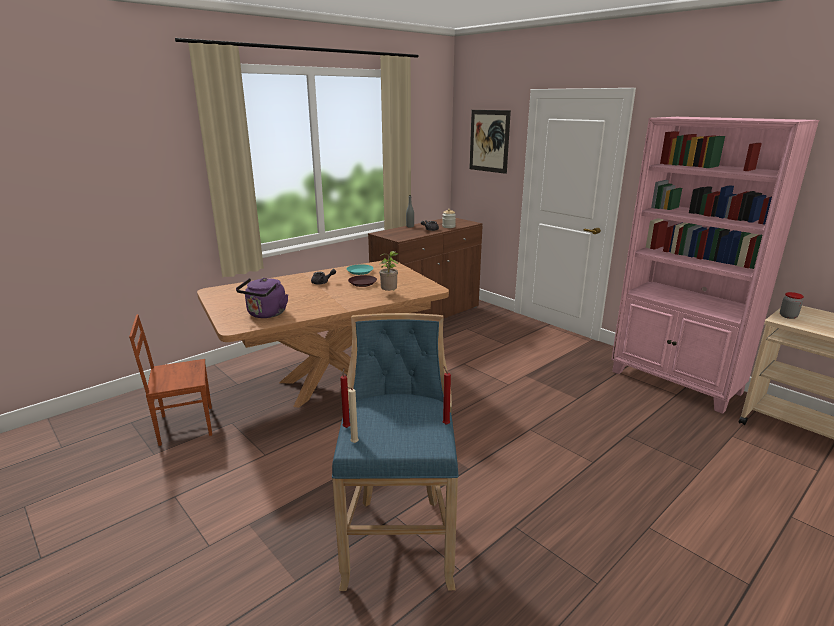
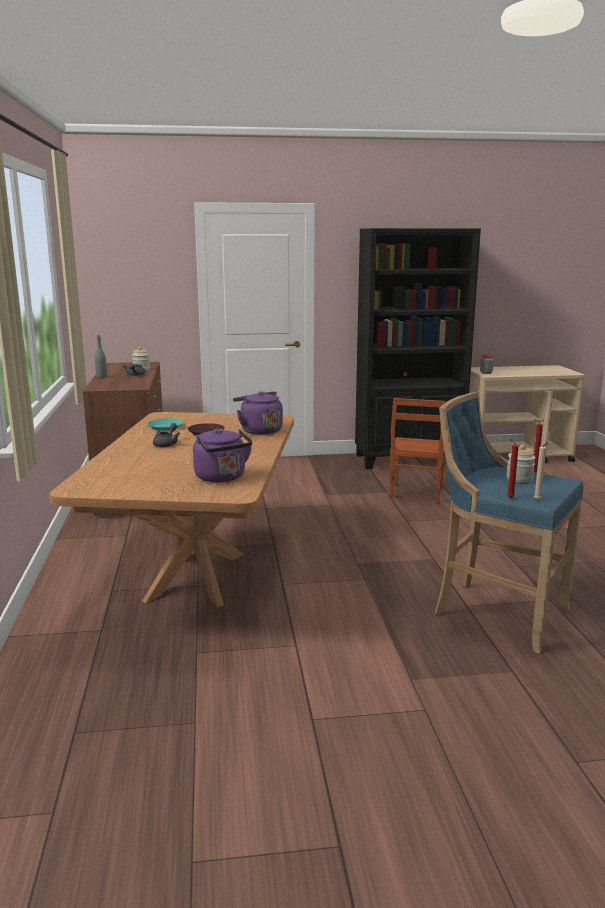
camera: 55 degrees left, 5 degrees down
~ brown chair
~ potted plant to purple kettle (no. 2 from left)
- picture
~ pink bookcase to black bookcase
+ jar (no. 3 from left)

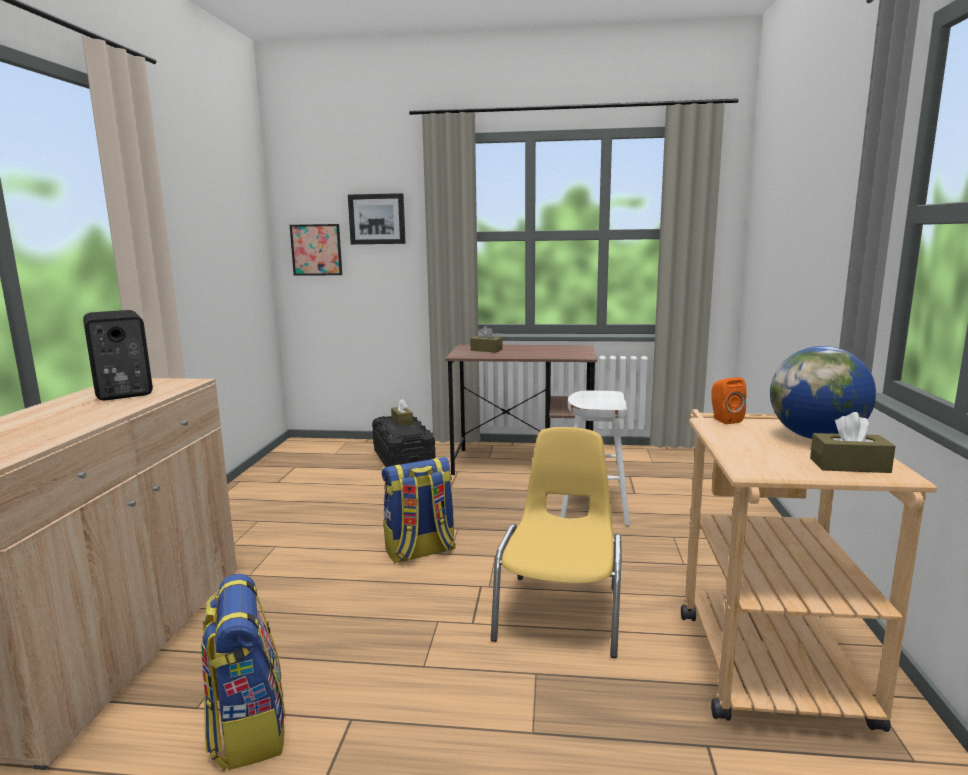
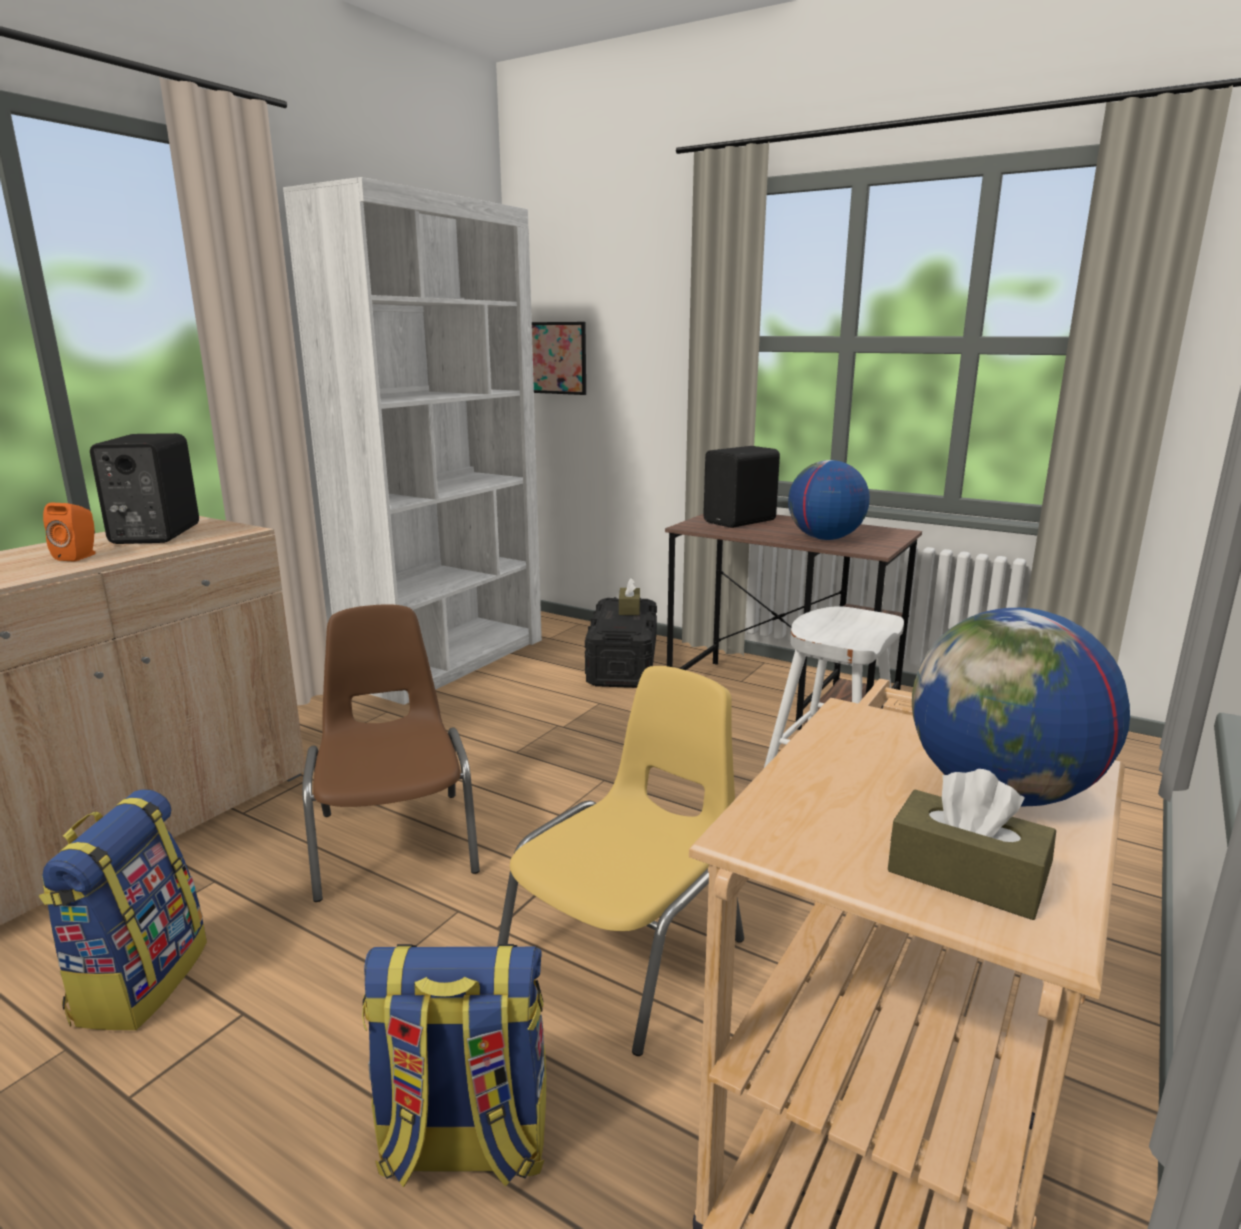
camera: 25 degrees right, 5 degrees up
- picture (no. 2 from left)
~ backpack (no. 2 from left)
~ brown tissue box (no. 2 from left) to black speaker (no. 2 from left)
~ orange speaker
+ white bookcase
+ brown chair
+ globe (no. 1 from left)

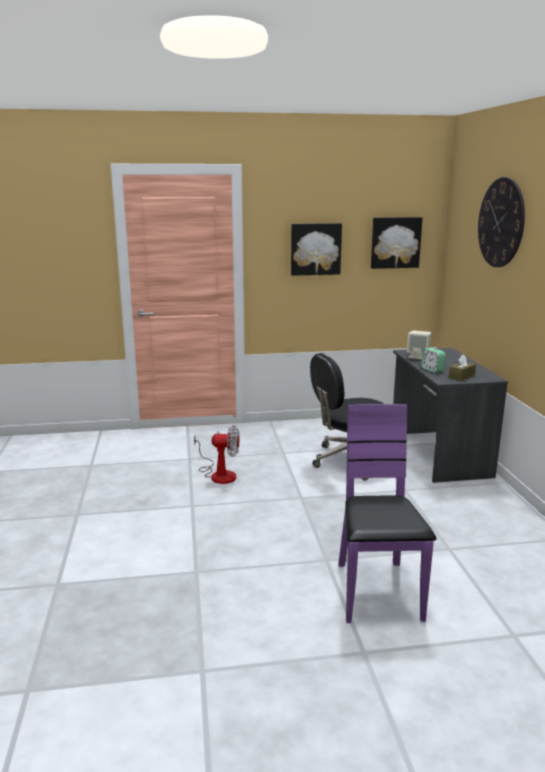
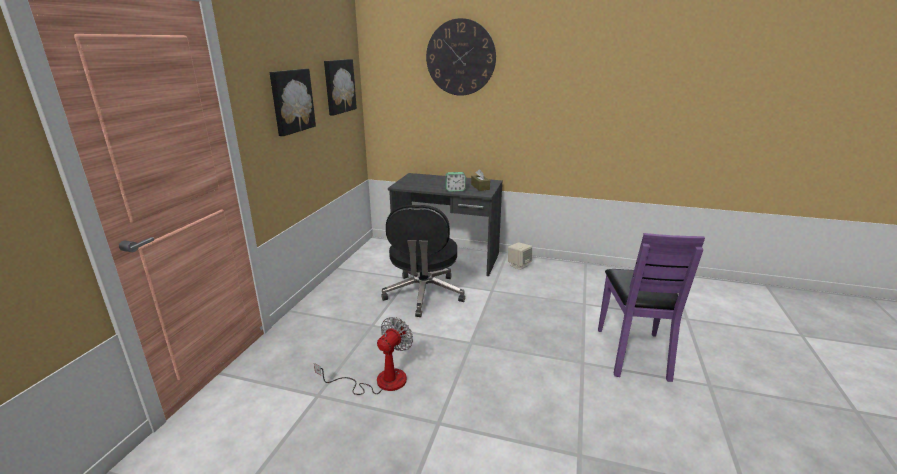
camera: 65 degrees left, 5 degrees up
~ purple chair 105 degrees counterclockwise
~ beige speaker

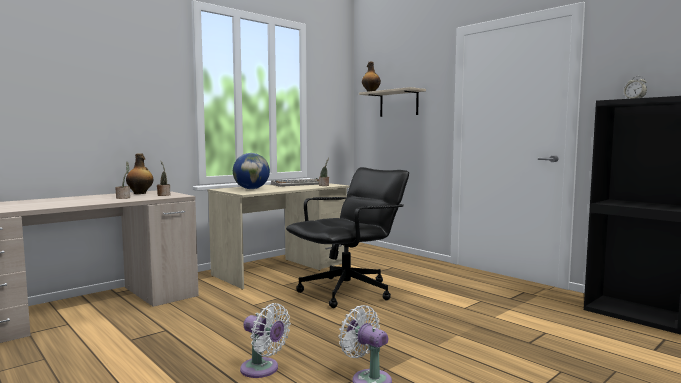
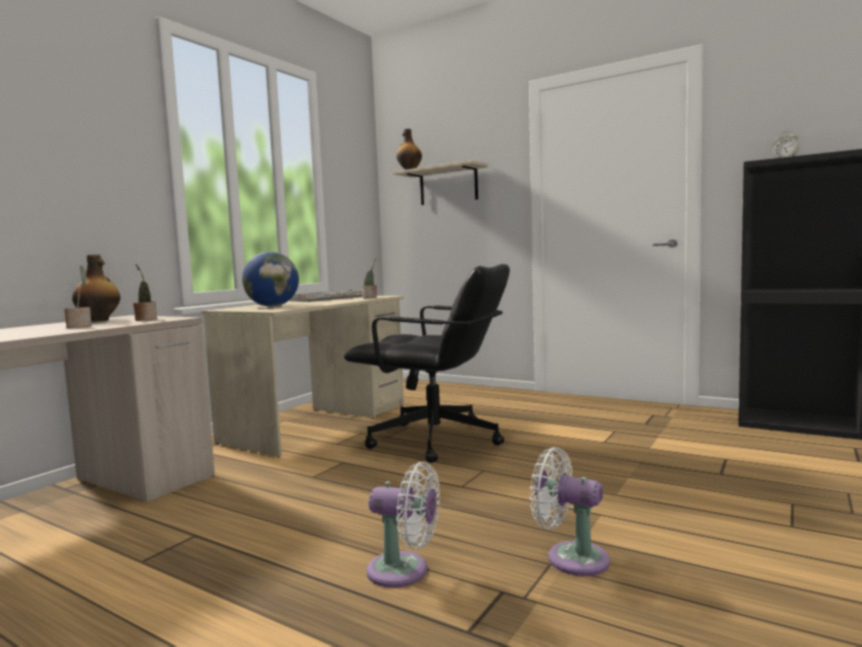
camera: 15 degrees left, 0 degrees up
~ black office chair 75 degrees clockwise

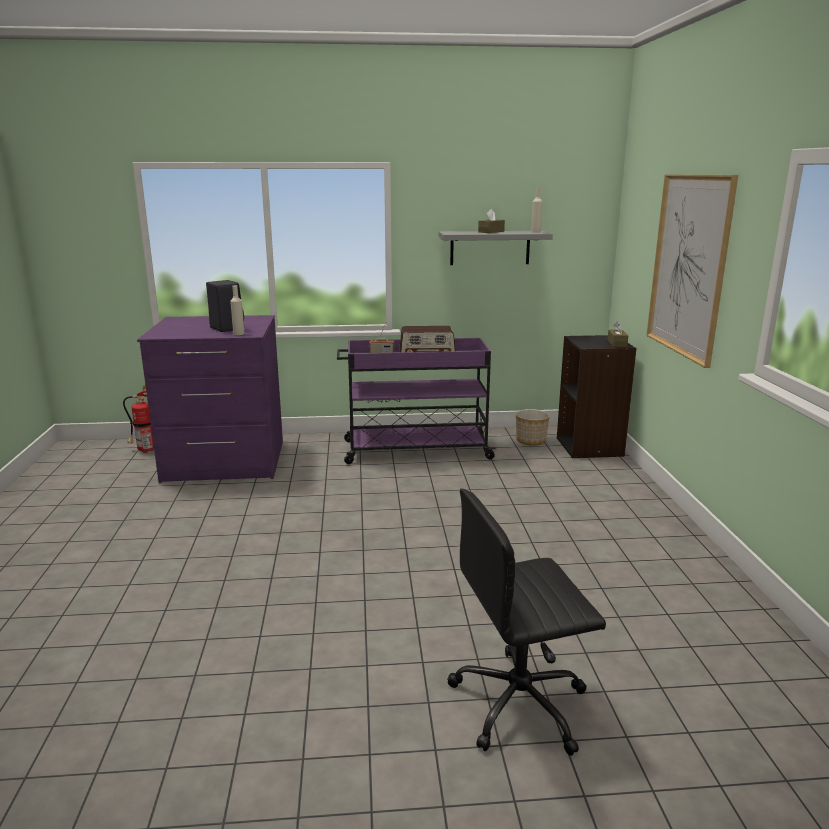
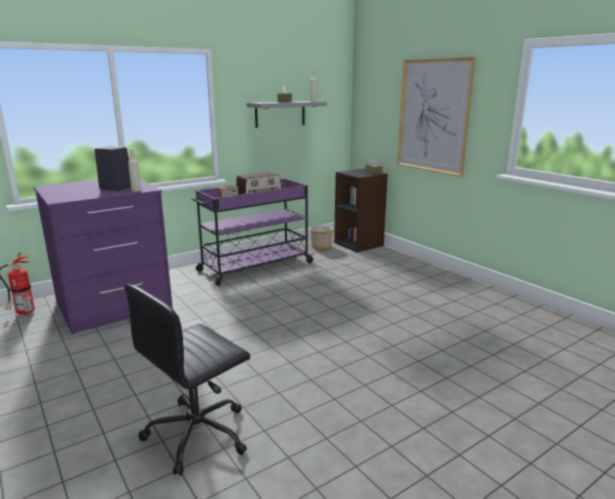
camera: 30 degrees left, 0 degrees up
~ black office chair

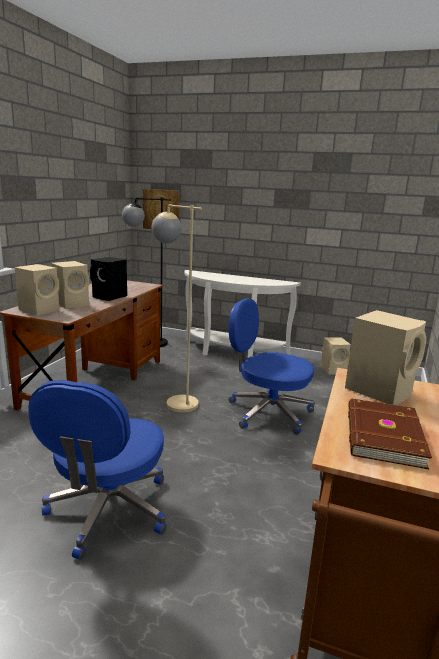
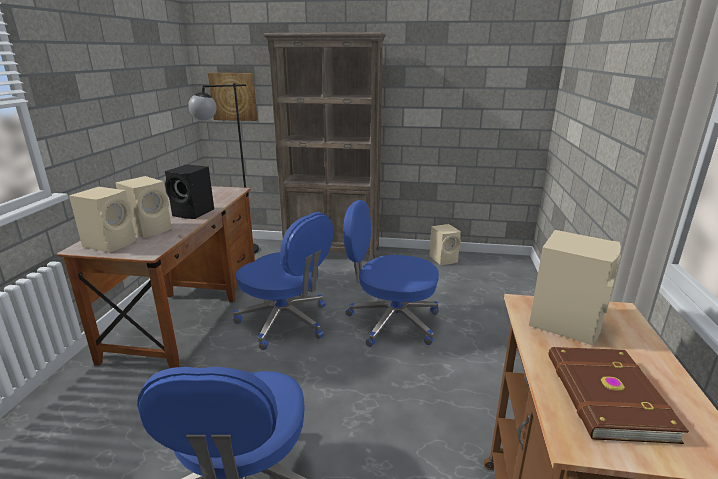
camera: 10 degrees left, 5 degrees up
~ beige floor lamp to blue office chair (no. 2 from left)
~ white console table to brown bookcase

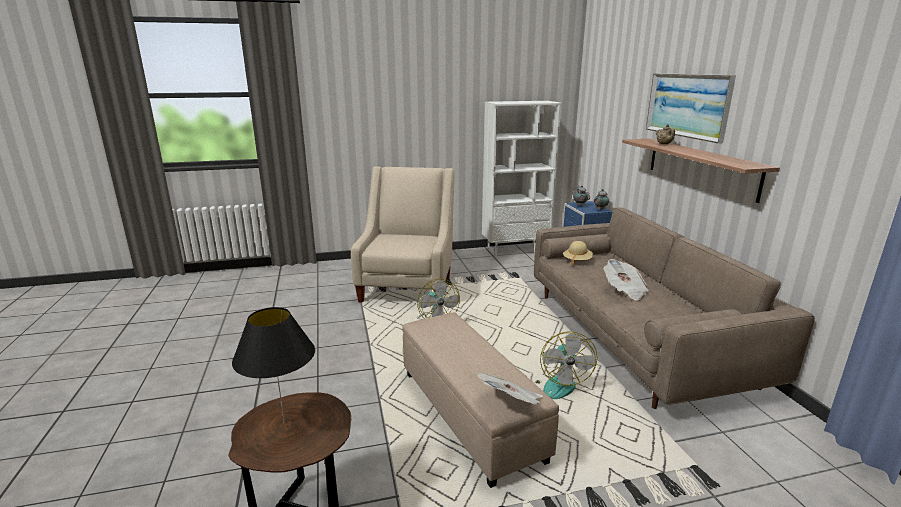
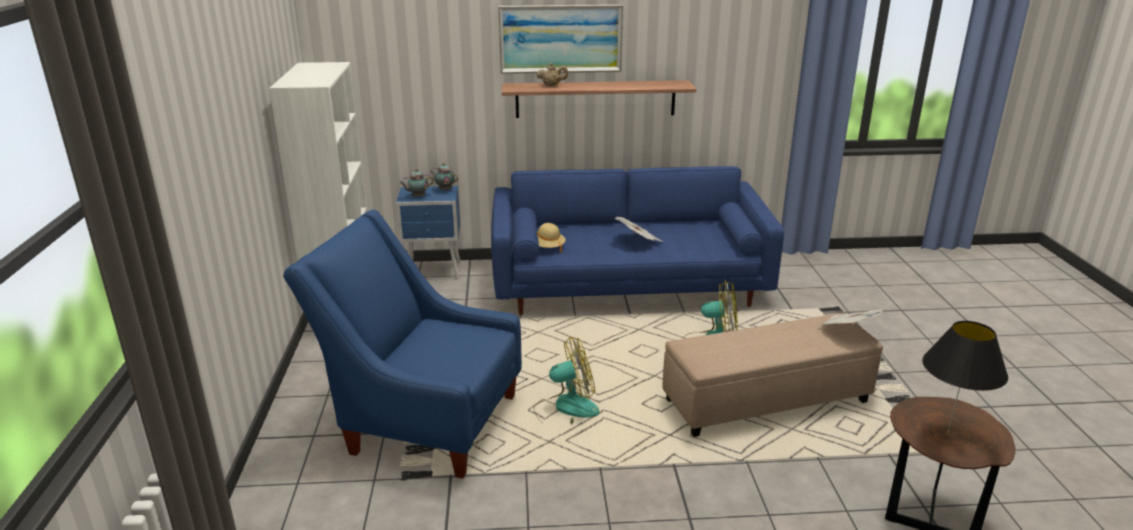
camera: 80 degrees left, 5 degrees up
~ beige armchair to blue armchair
~ beige sofa to blue sofa

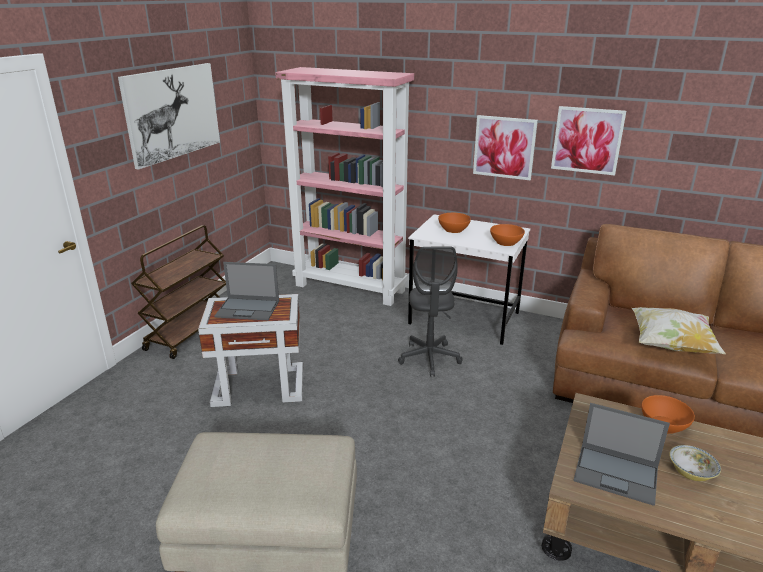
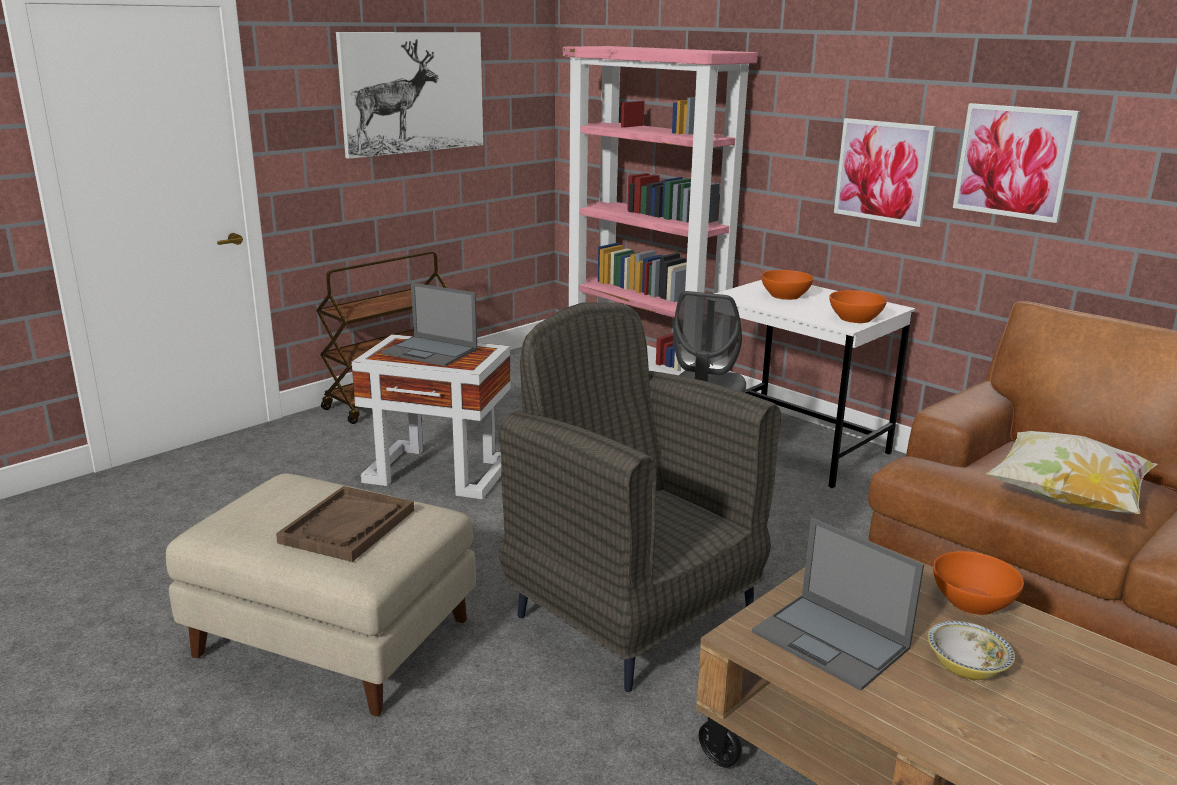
camera: 20 degrees right, 5 degrees down
+ brown tray
+ grey armchair

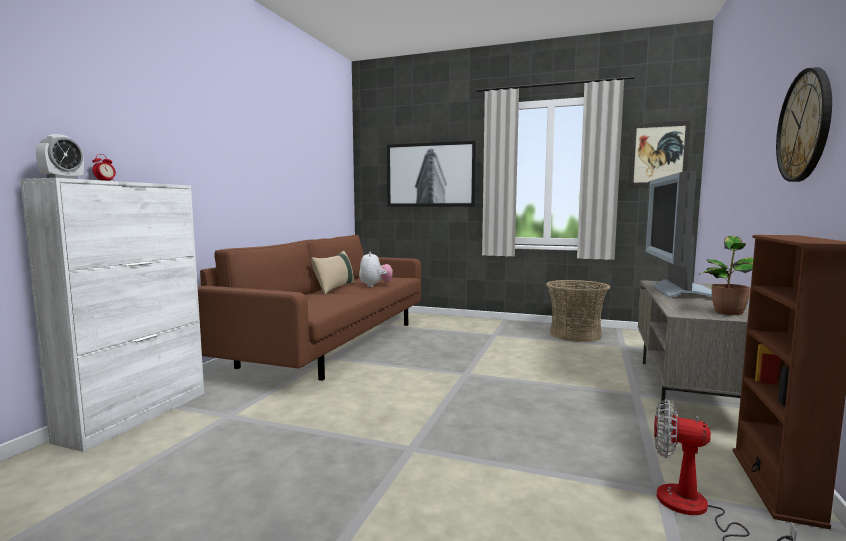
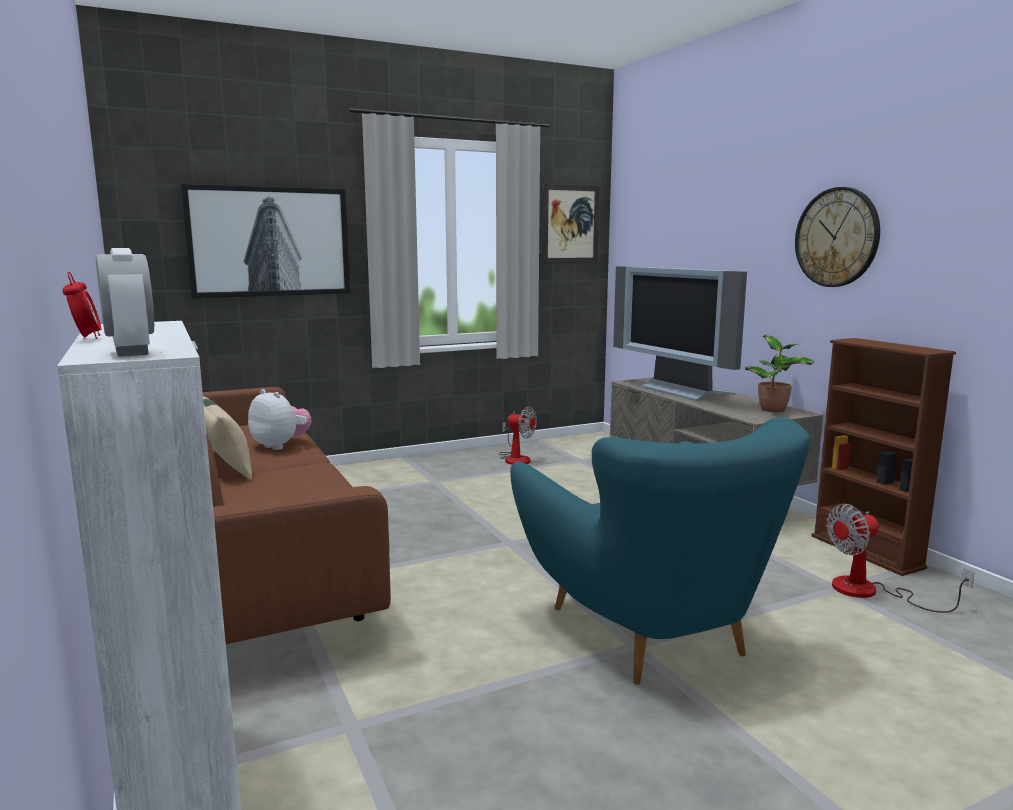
camera: 45 degrees left, 5 degrees up
~ basket to fan (no. 1 from left)
+ turquoise armchair

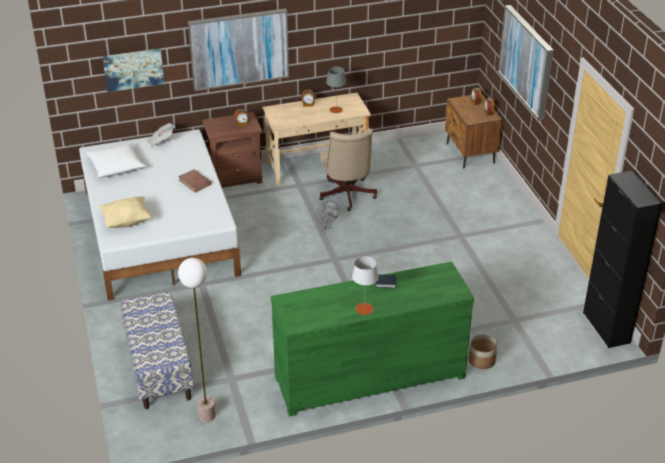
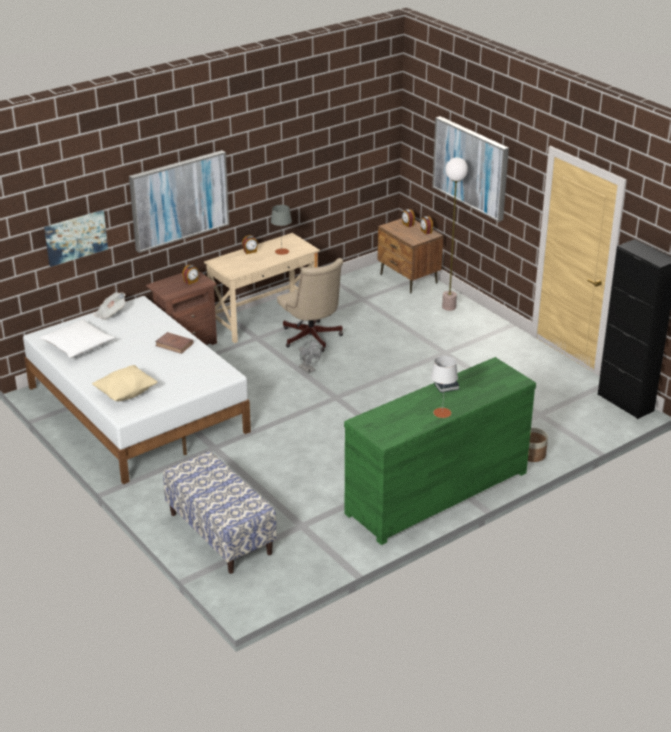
camera: 20 degrees left, 5 degrees down
~ floor lamp

